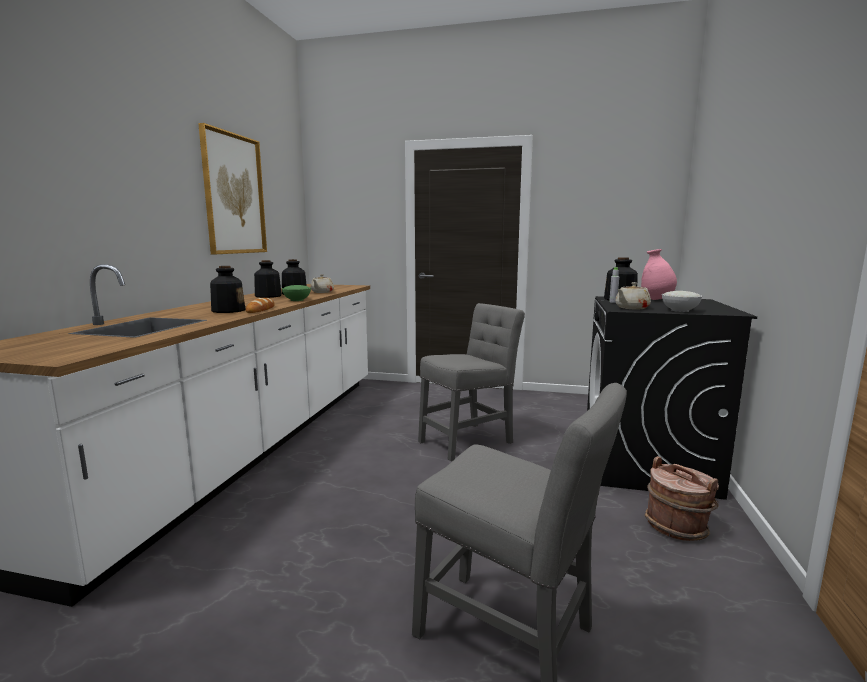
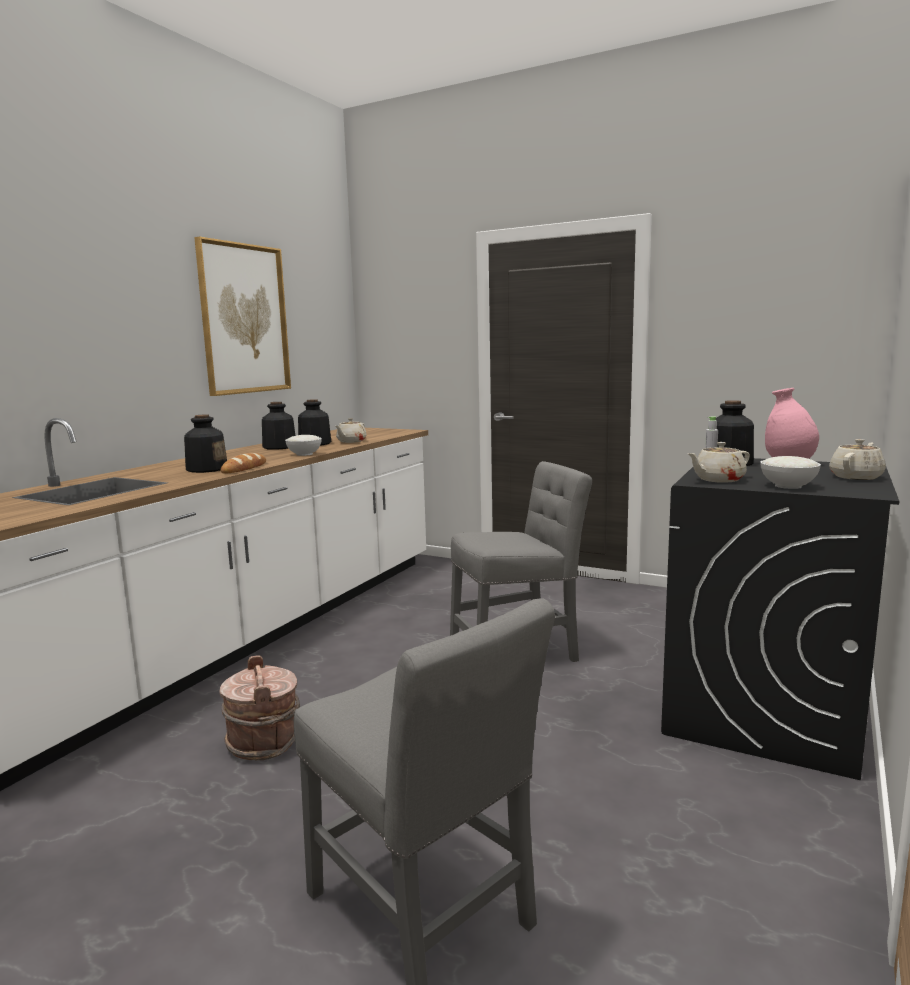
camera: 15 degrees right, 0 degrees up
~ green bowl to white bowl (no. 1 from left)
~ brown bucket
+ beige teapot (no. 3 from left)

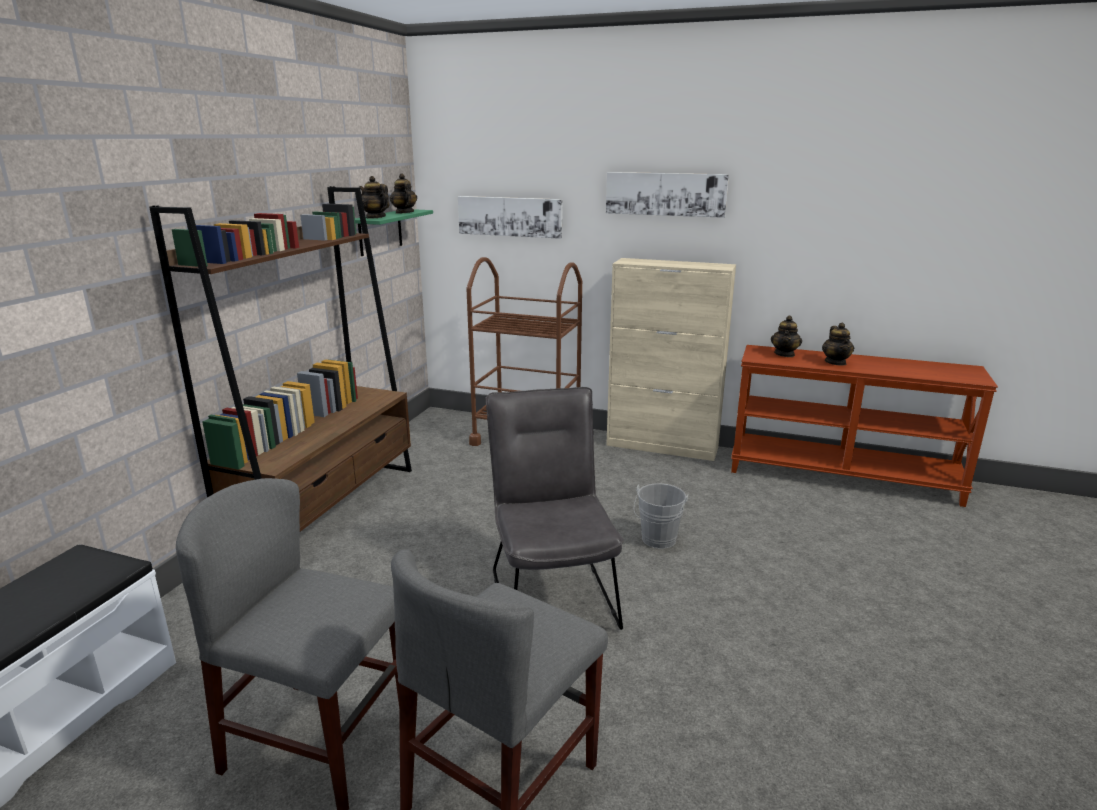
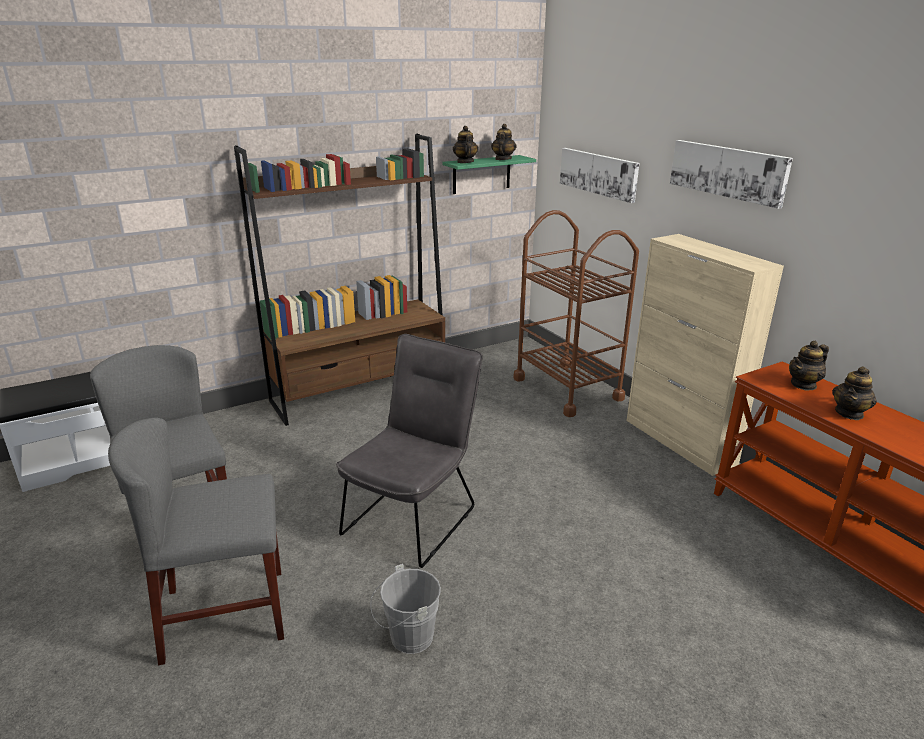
camera: 40 degrees right, 5 degrees up
~ grey bucket

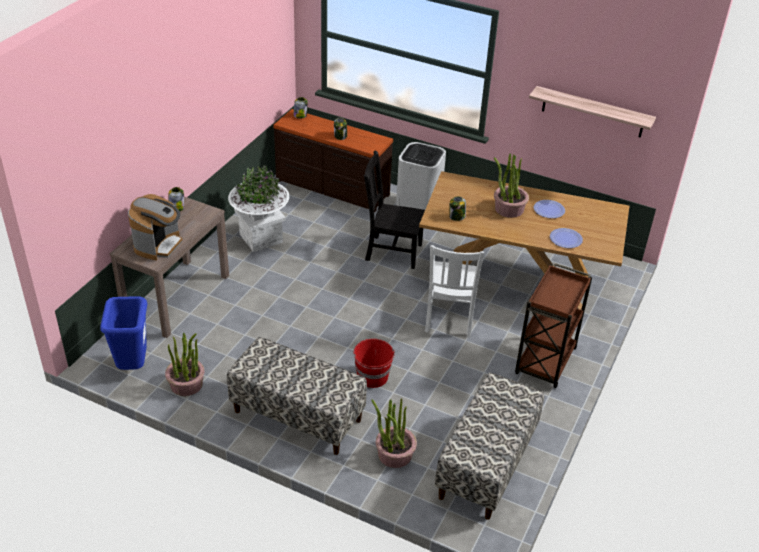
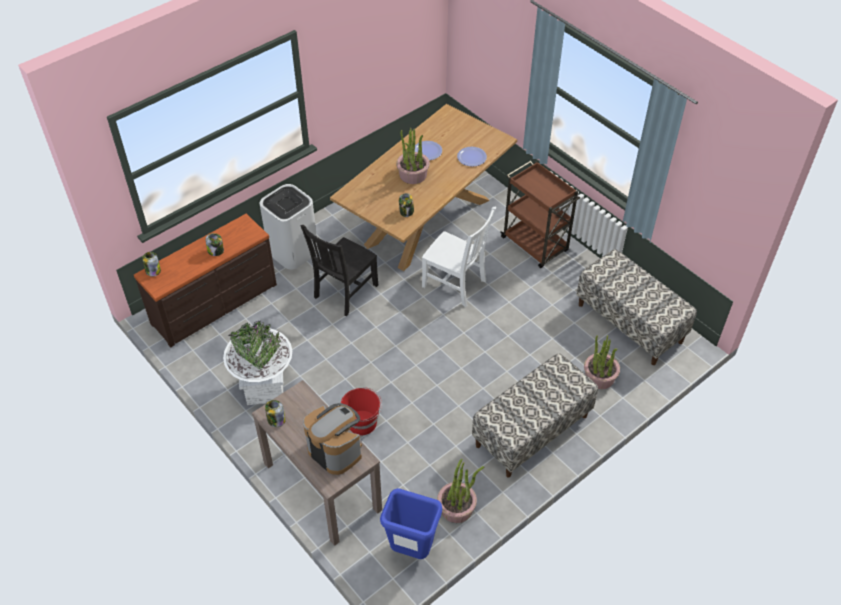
camera: 65 degrees left, 10 degrees up
~ red bucket
- shelf

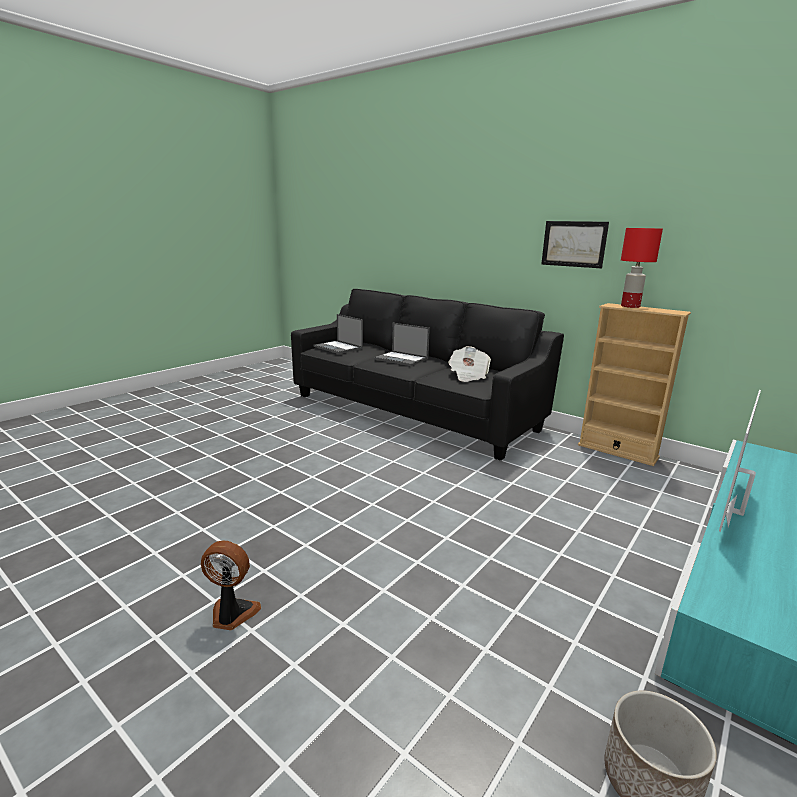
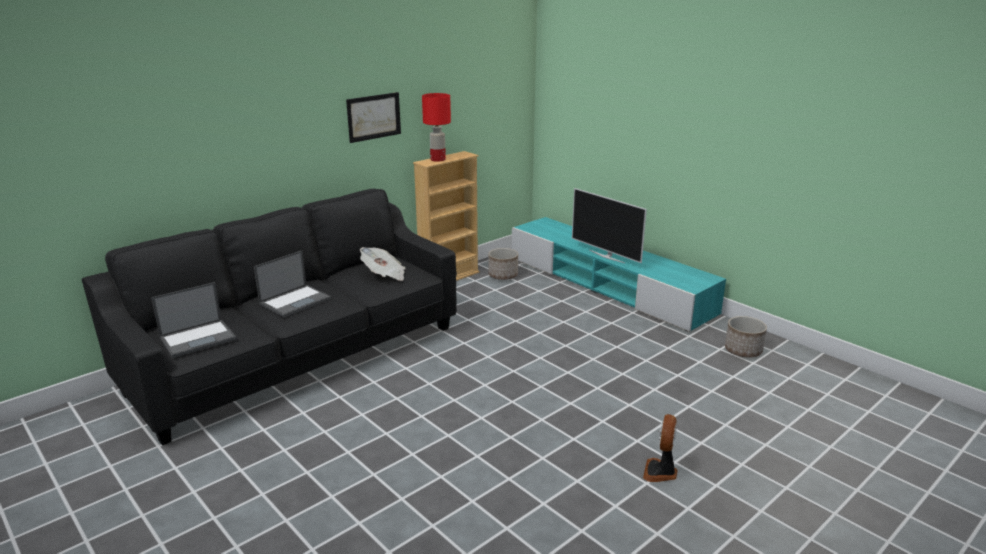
camera: 80 degrees left, 5 degrees up
+ planter (no. 1 from left)

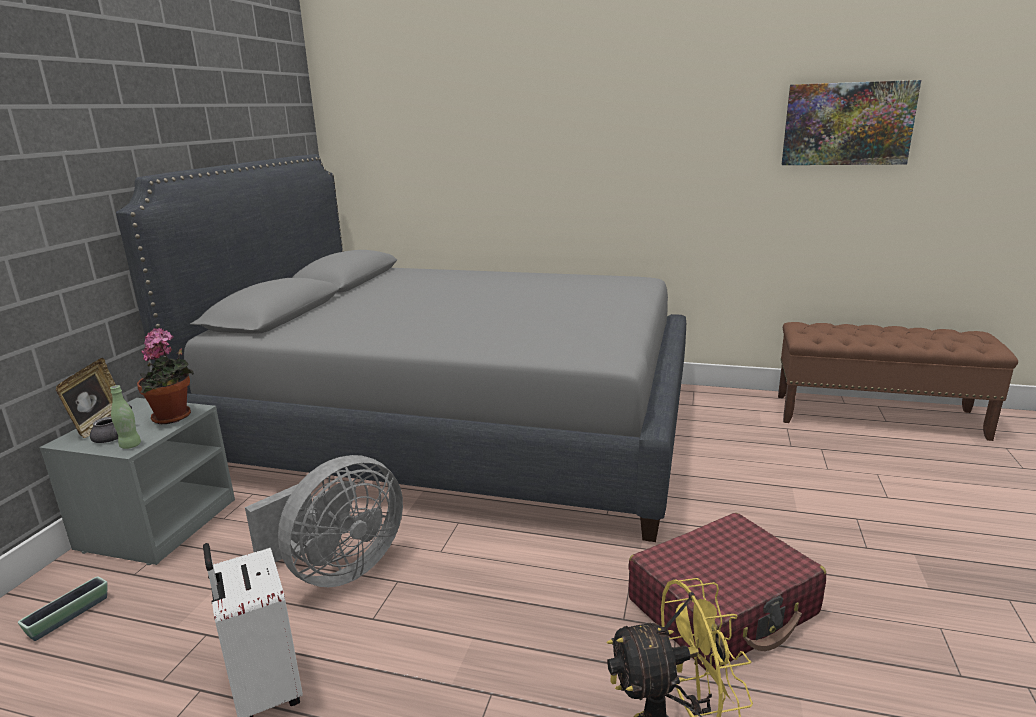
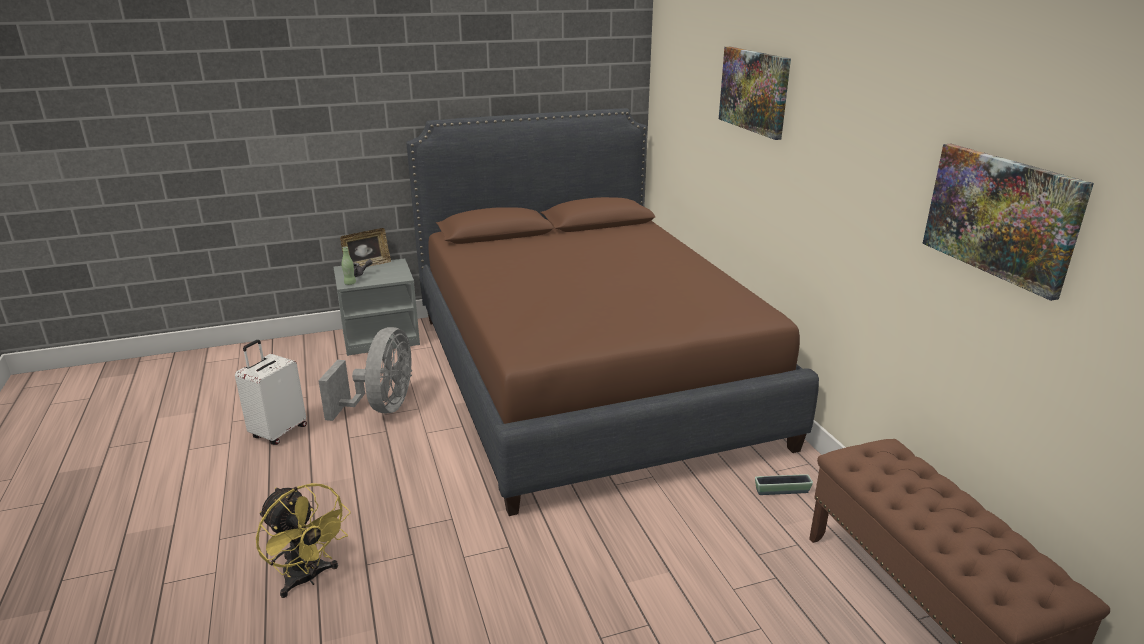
camera: 55 degrees right, 5 degrees up
~ planter
~ grey bed to brown bed
- potted plant
~ grey fan 90 degrees counterclockwise
- red suitcase
+ picture (no. 1 from left)

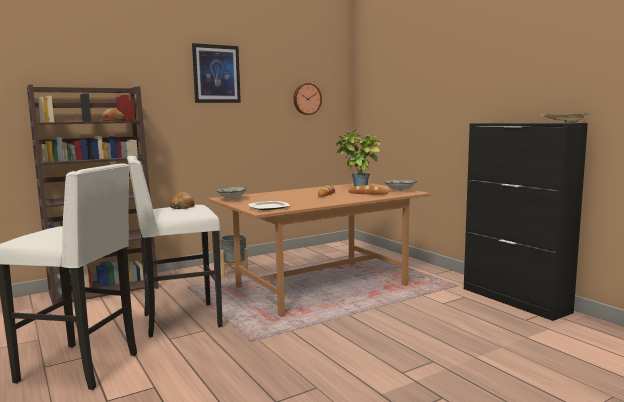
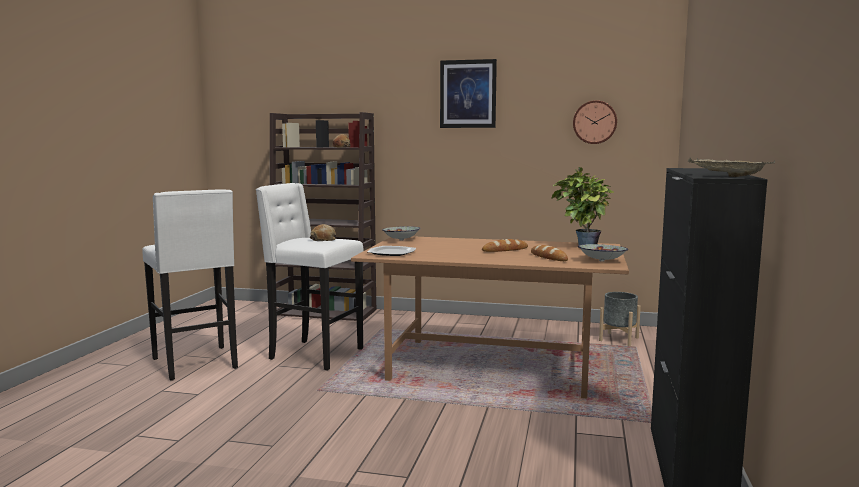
camera: 45 degrees right, 0 degrees up
~ grey planter

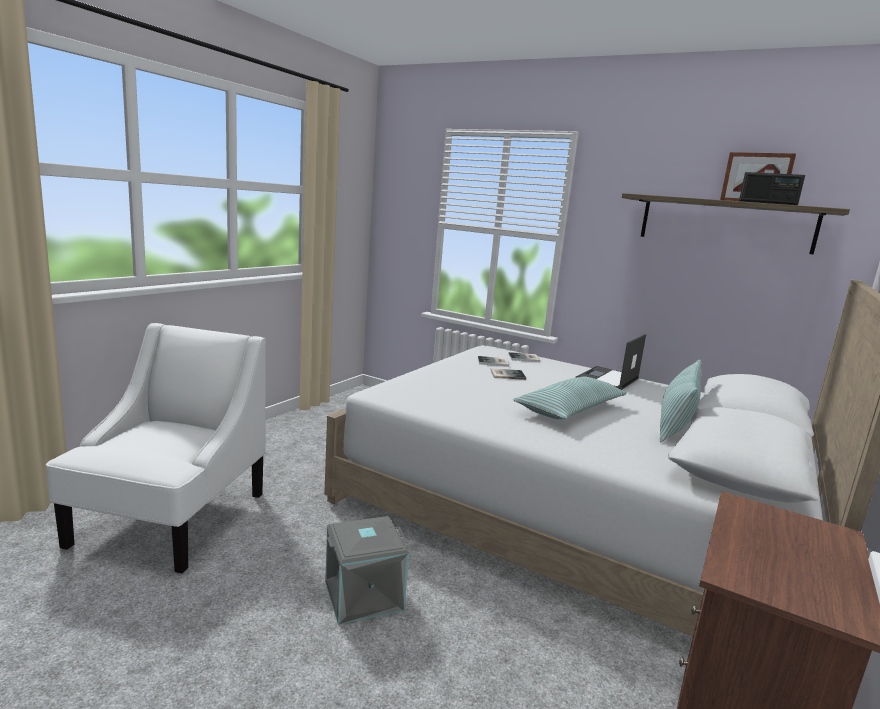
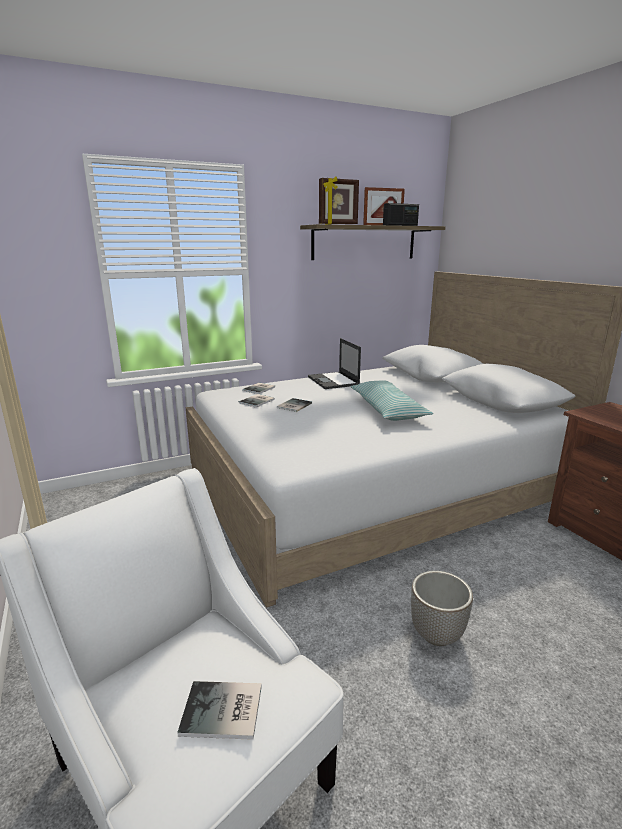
camera: 55 degrees left, 5 degrees up
~ grey storage box to planter
- pillow (no. 2 from left)
+ book (no. 1 from left)
+ picture frame (no. 1 from left)

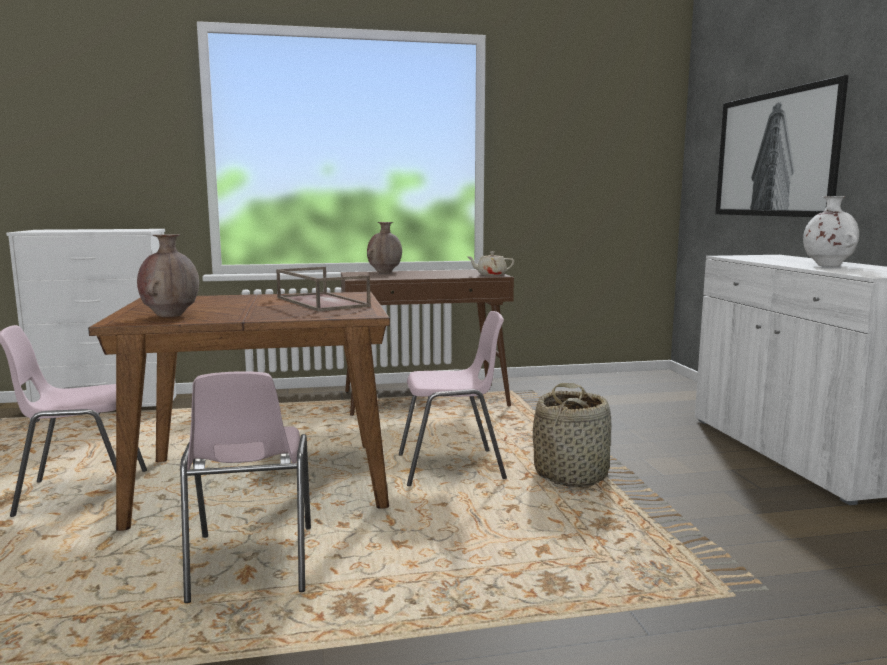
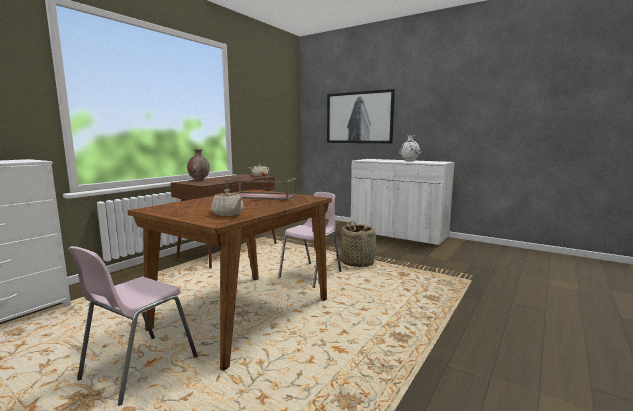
camera: 45 degrees left, 0 degrees up
~ brown vase (no. 1 from left) to beige teapot (no. 1 from left)
- pink chair (no. 2 from left)

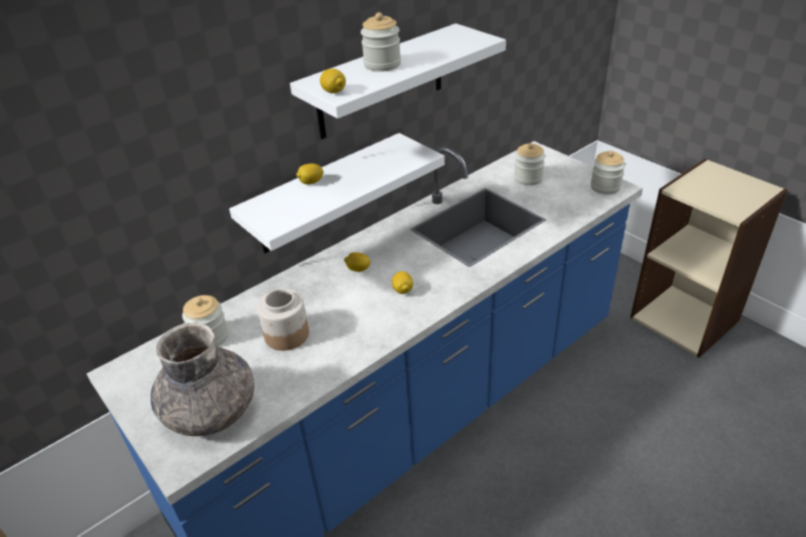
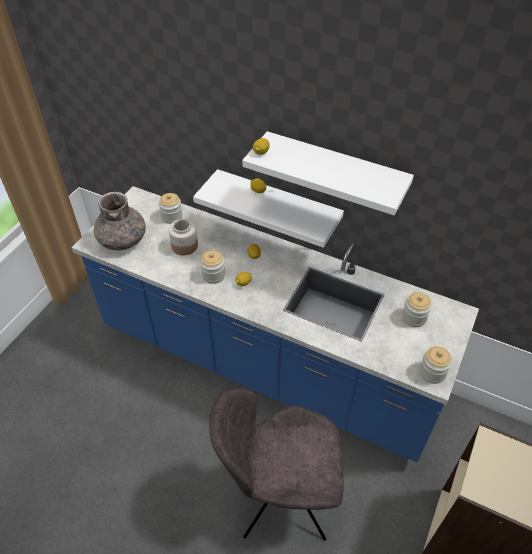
camera: 65 degrees right, 10 degrees up
~ jar (no. 3 from left)
+ grey chair

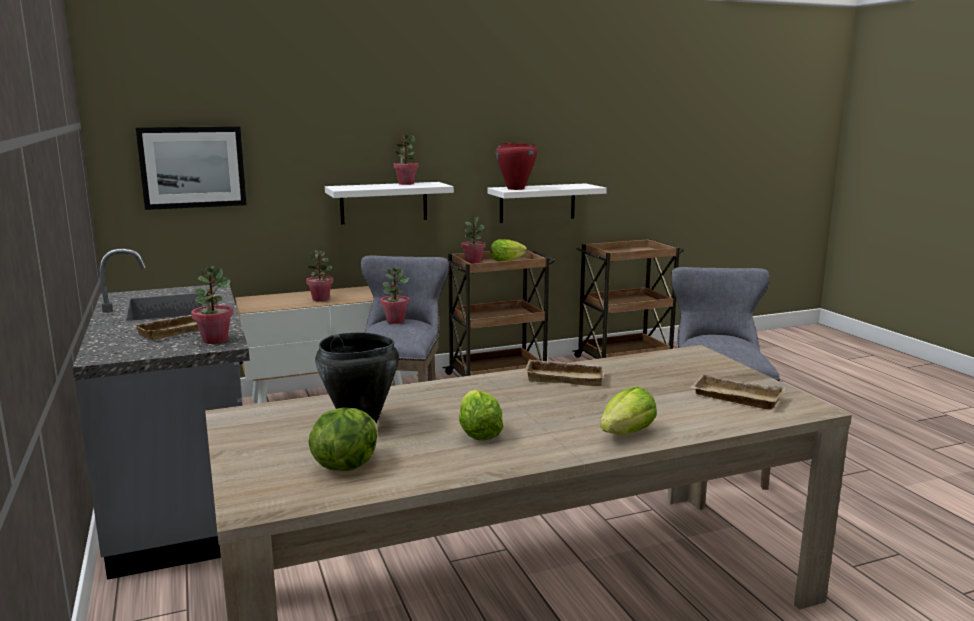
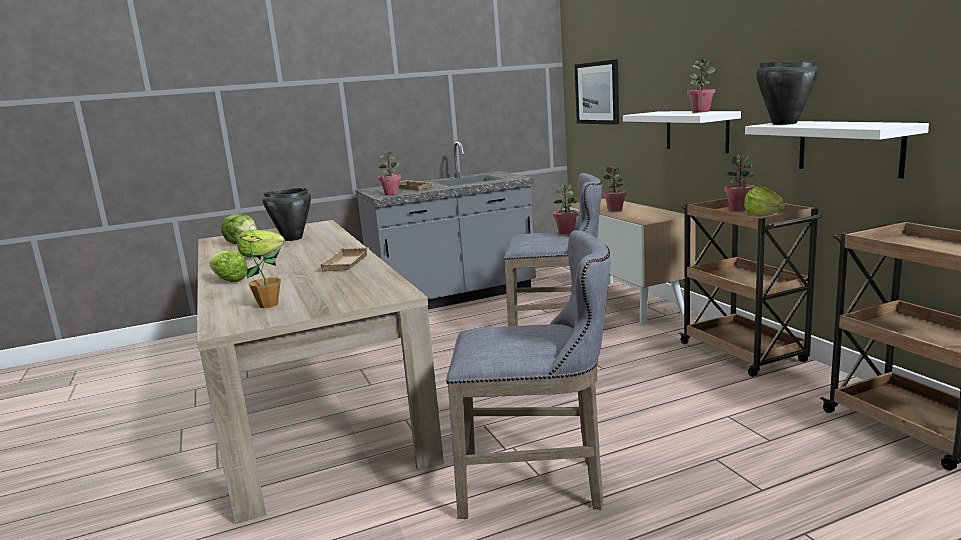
camera: 90 degrees right, 0 degrees up
~ red cooking pot to black cooking pot (no. 2 from left)
~ beige tray (no. 3 from left) to potted plant (no. 1 from left)

